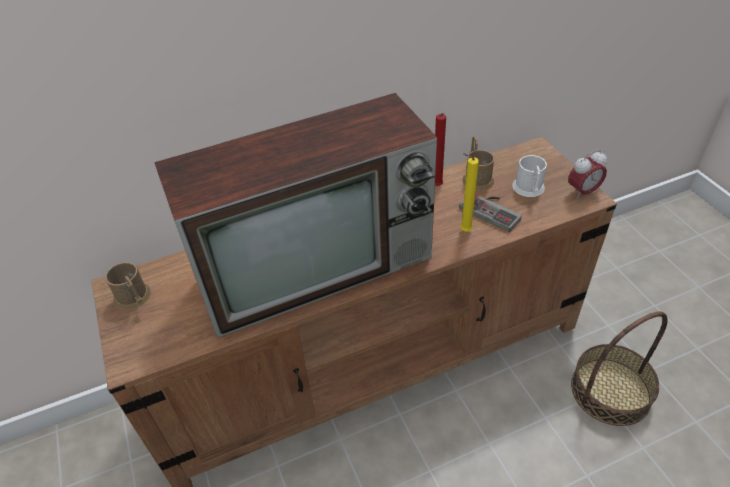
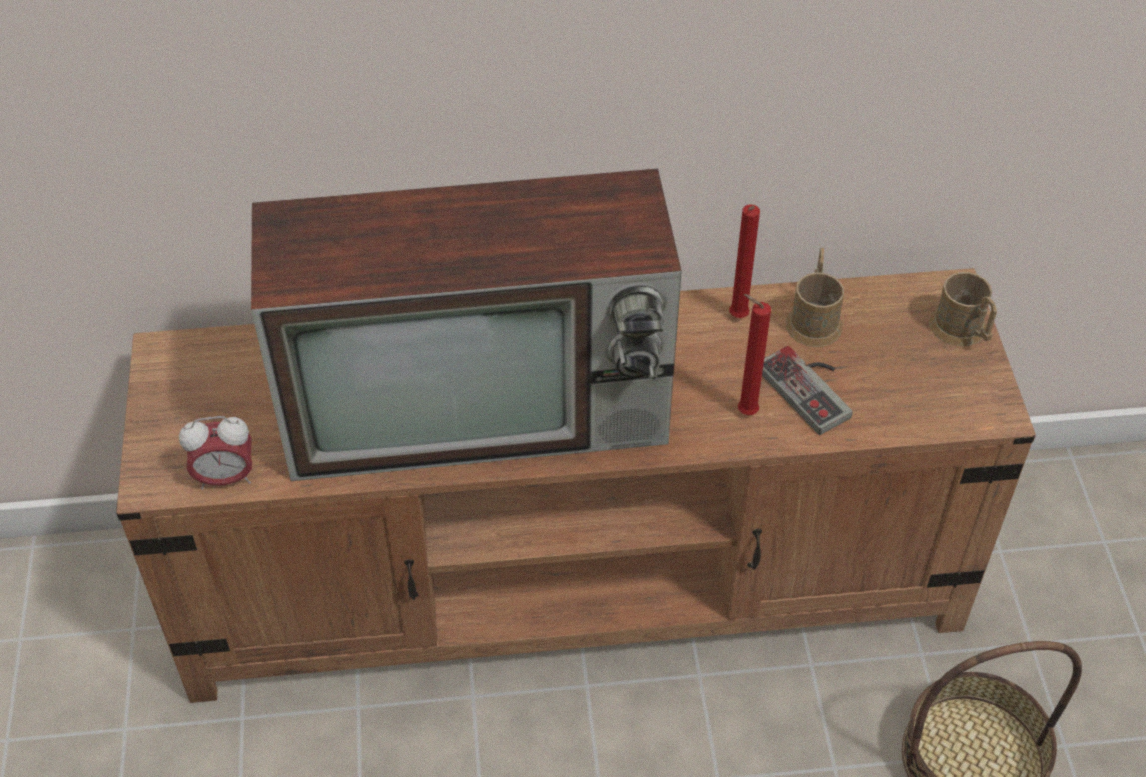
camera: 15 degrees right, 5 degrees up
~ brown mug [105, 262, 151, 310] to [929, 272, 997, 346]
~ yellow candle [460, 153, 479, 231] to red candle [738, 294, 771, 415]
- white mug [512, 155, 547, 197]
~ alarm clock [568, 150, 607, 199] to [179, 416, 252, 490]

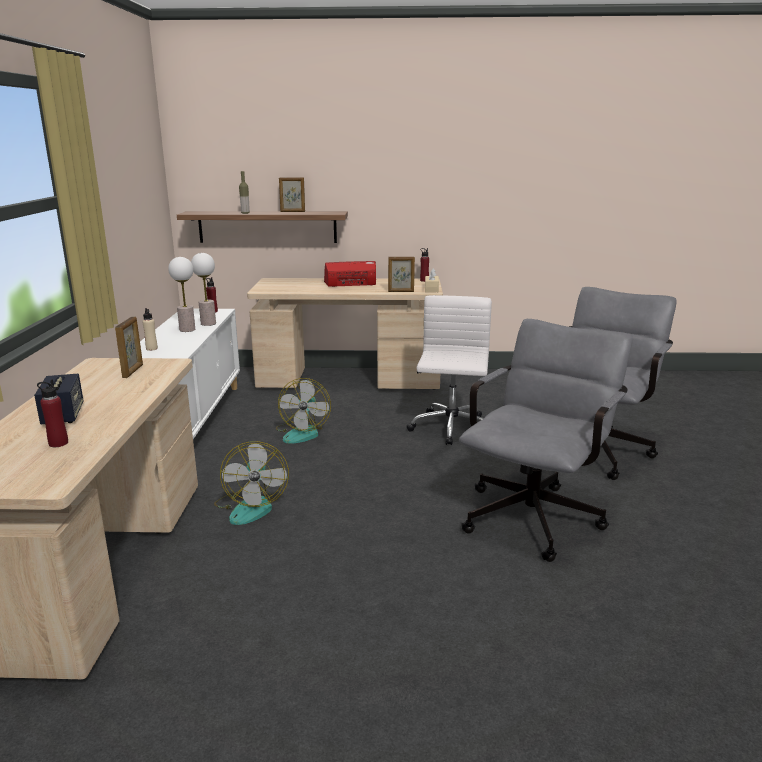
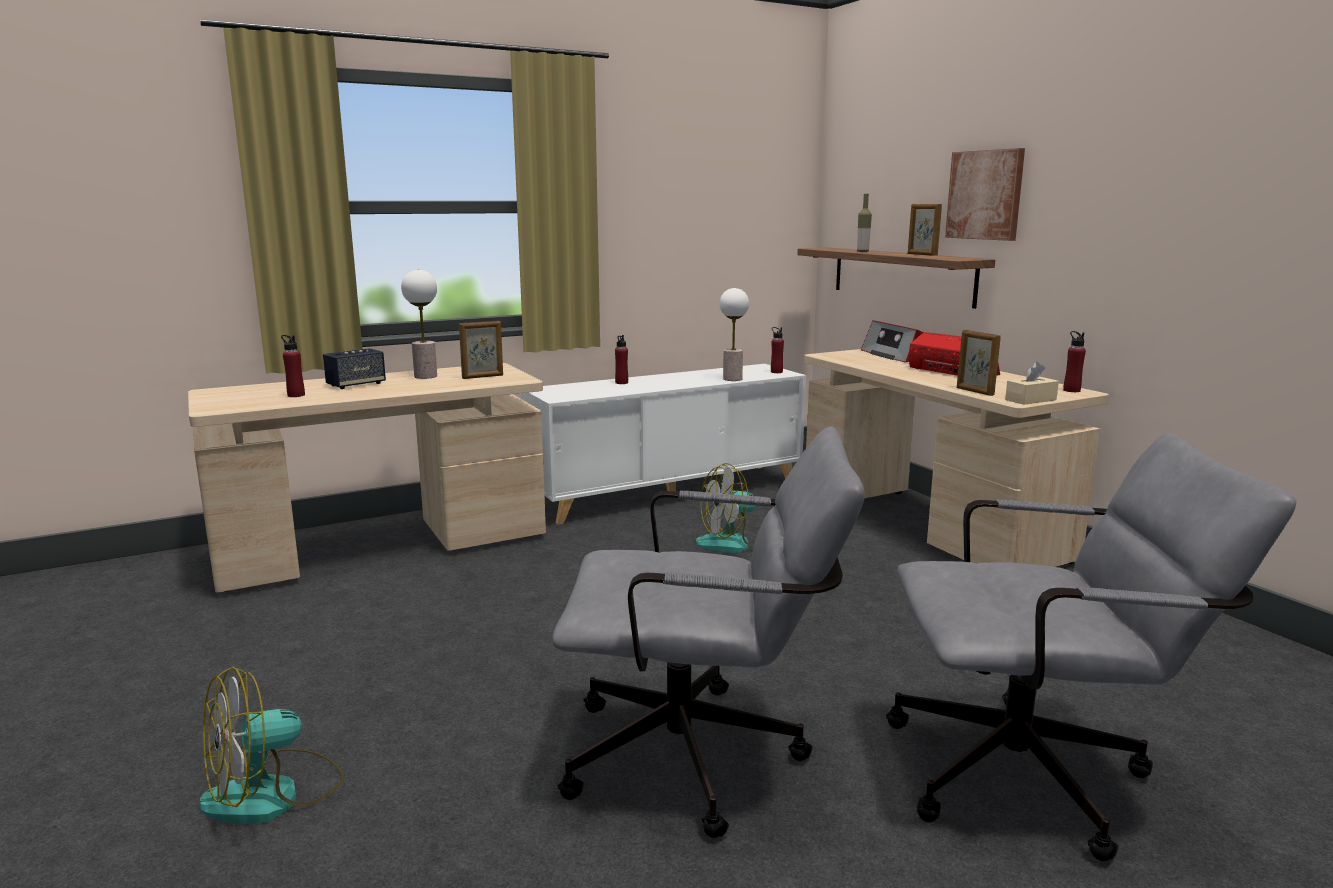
camera: 60 degrees right, 5 degrees down
~ beige bottle [142, 308, 158, 351] to red bottle [615, 335, 628, 384]
~ table lamp [168, 257, 195, 332] to [401, 270, 437, 379]
~ fan [214, 441, 289, 525] to [199, 667, 344, 824]
- white office chair [406, 295, 492, 445]
+ radio [861, 320, 924, 362]
+ picture [945, 148, 1025, 241]

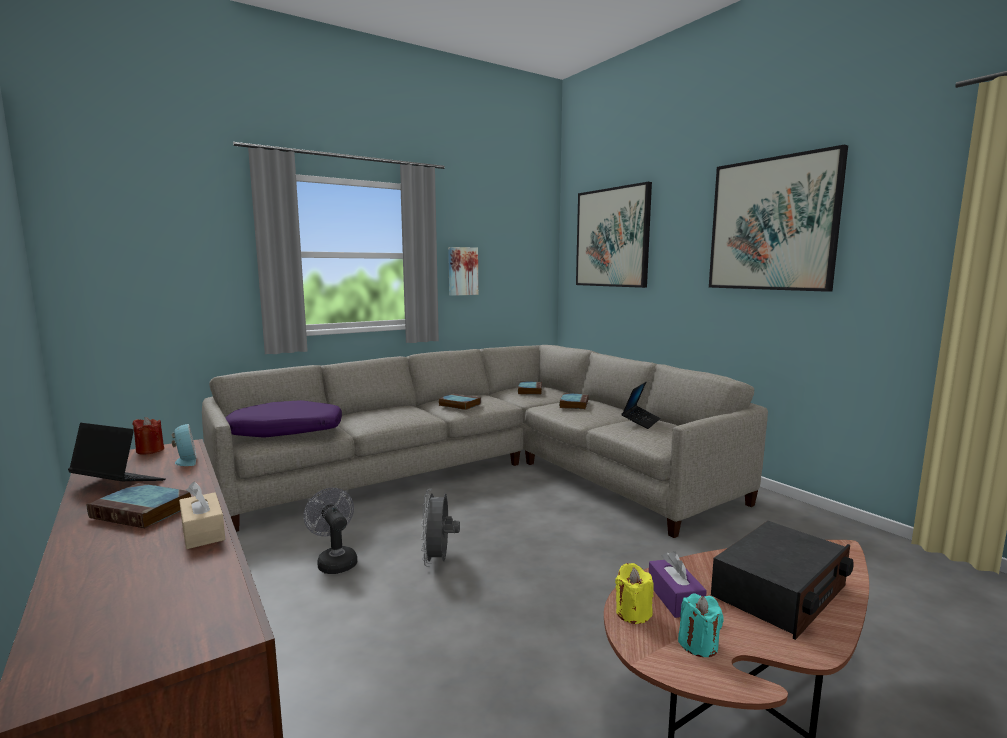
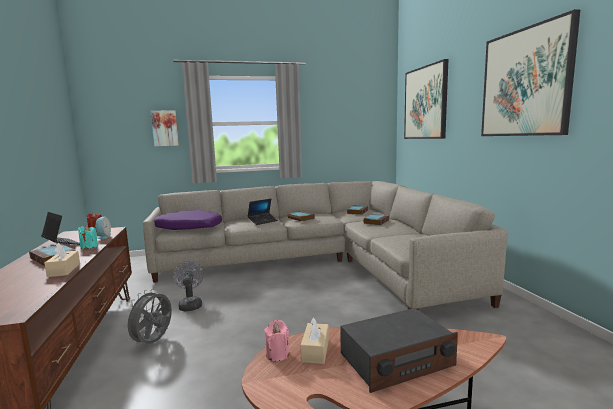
camera: 20 degrees right, 0 degrees up
~ grey fan [421, 489, 460, 567] to [123, 289, 172, 346]
~ picture [448, 247, 478, 296] to [151, 110, 179, 146]
~ yellow candle [615, 563, 654, 624] to pink candle [264, 320, 289, 361]
~ laptop [622, 382, 661, 429] to [248, 199, 278, 225]
~ purple tissue box [649, 551, 707, 618] to beige tissue box [301, 317, 329, 364]
~ turquoise candle [678, 593, 724, 657] to [78, 225, 98, 249]

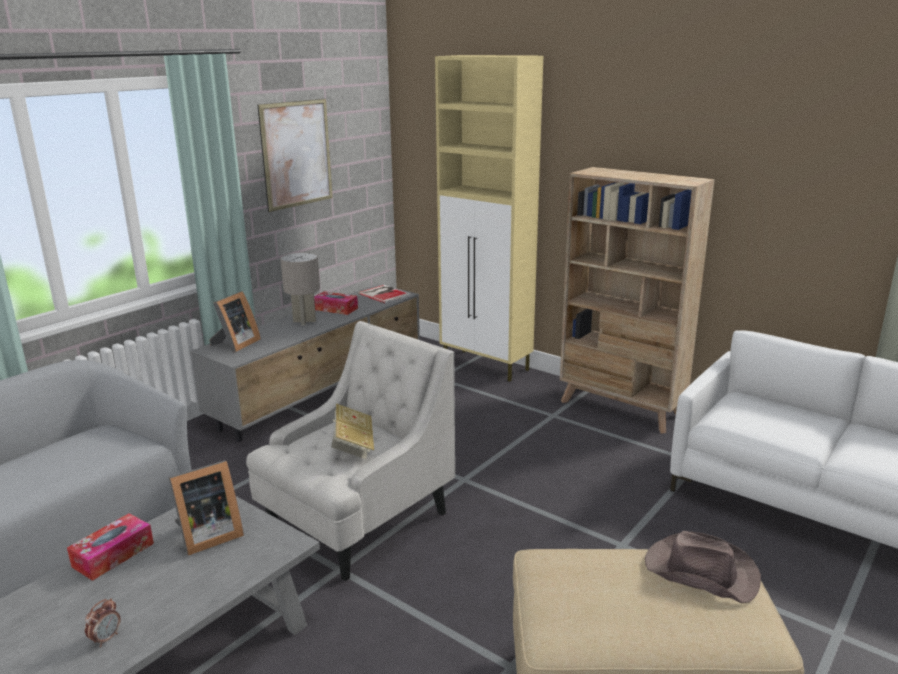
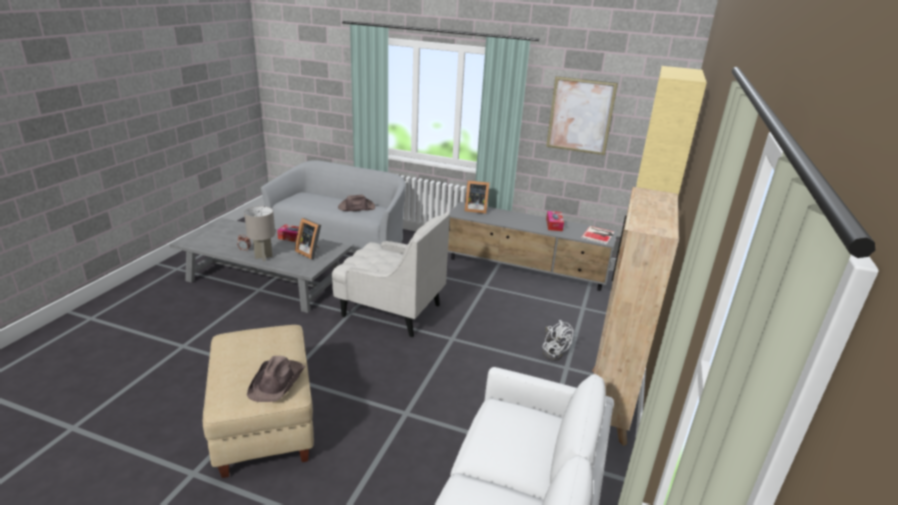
camera: 70 degrees right, 5 degrees up
~ grey table lamp [280, 252, 320, 326] to [244, 206, 275, 261]
- book [331, 403, 374, 459]
+ brown hat [338, 195, 375, 211]
+ white fan [543, 320, 574, 361]

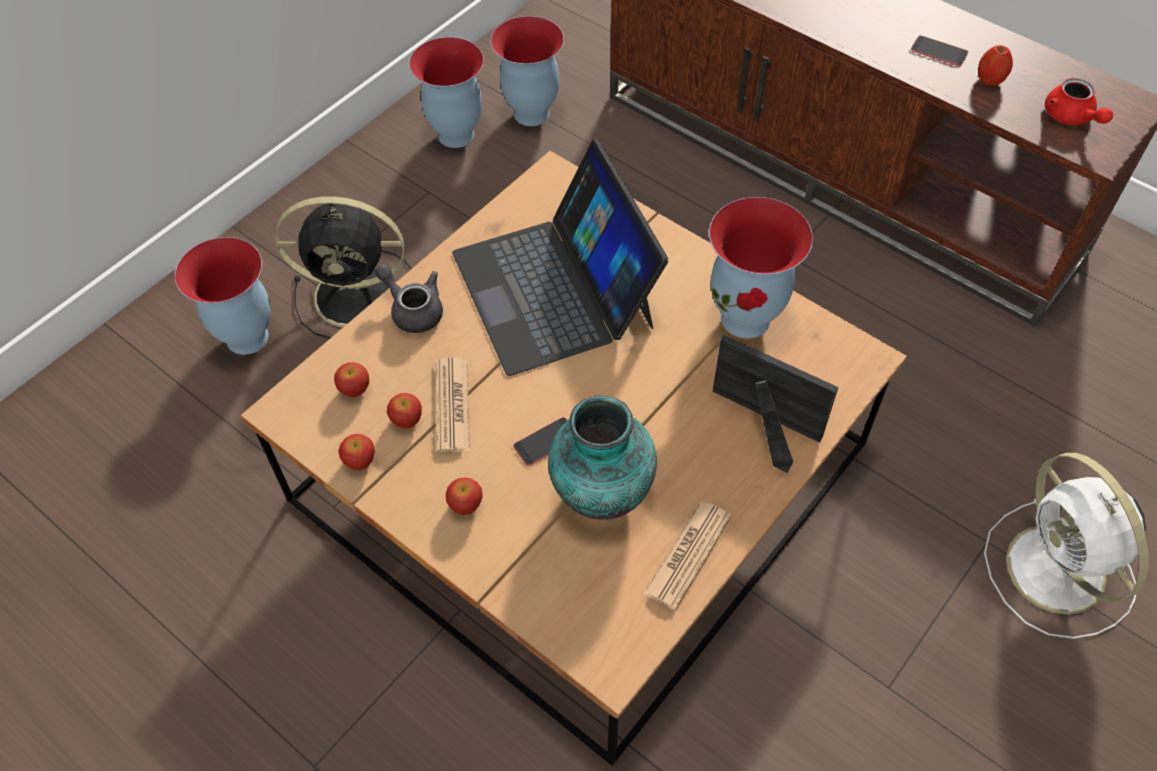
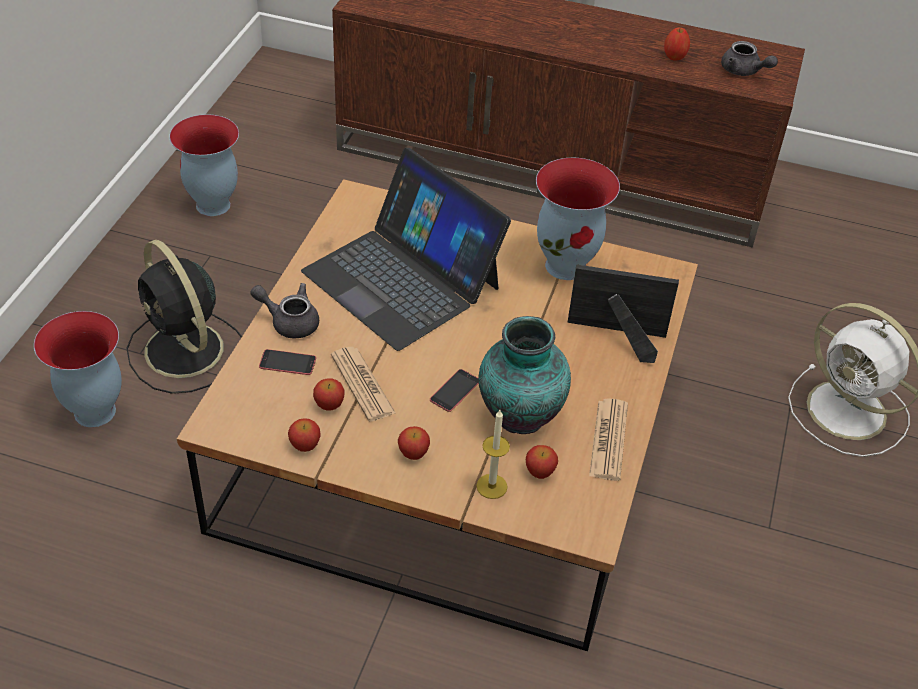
camera: 25 degrees left, 10 degrees down
~ black fan [275, 196, 412, 339] = [126, 240, 242, 394] 75 degrees clockwise
~ apple [334, 362, 369, 397] to [526, 445, 558, 479]
- vase [491, 16, 564, 126]
~ phone [911, 36, 968, 66] to [259, 349, 316, 375]
~ red teapot [1045, 78, 1113, 125] to grey teapot [721, 41, 778, 76]
+ candle [476, 410, 510, 499]

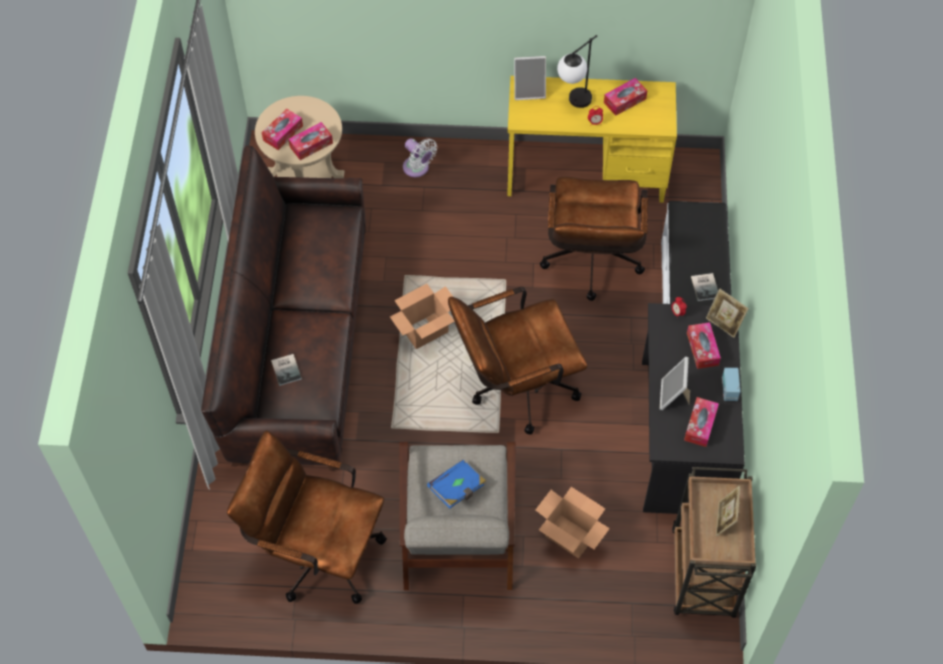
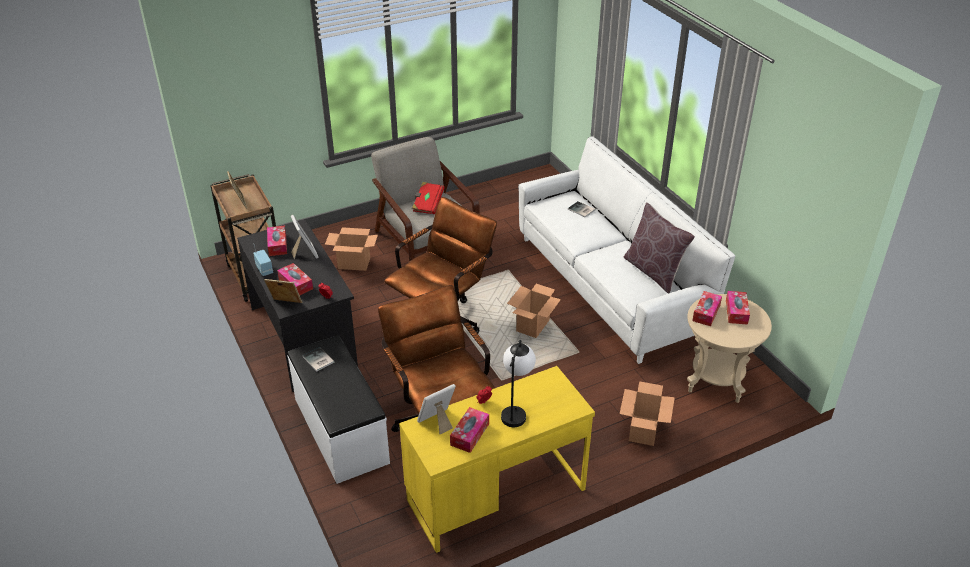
camera: 150 degrees right, 20 degrees down
~ brown sofa [201, 146, 366, 471] to white sofa [518, 136, 735, 364]
- brown office chair [227, 431, 387, 604]
~ white fan [403, 138, 437, 177] to cardboard box [620, 381, 675, 446]
~ blue book [427, 460, 486, 508] to red book [412, 182, 445, 214]
~ picture frame [514, 56, 546, 100] to [417, 384, 456, 434]
+ brown pillow [623, 202, 695, 294]

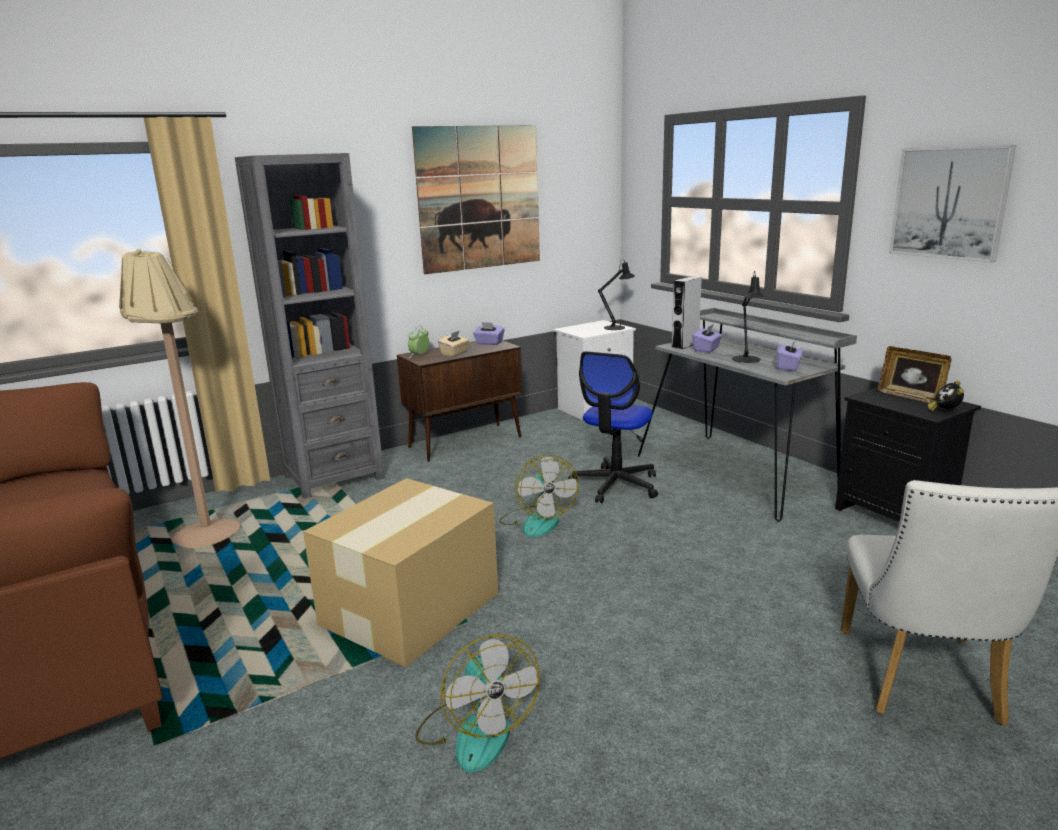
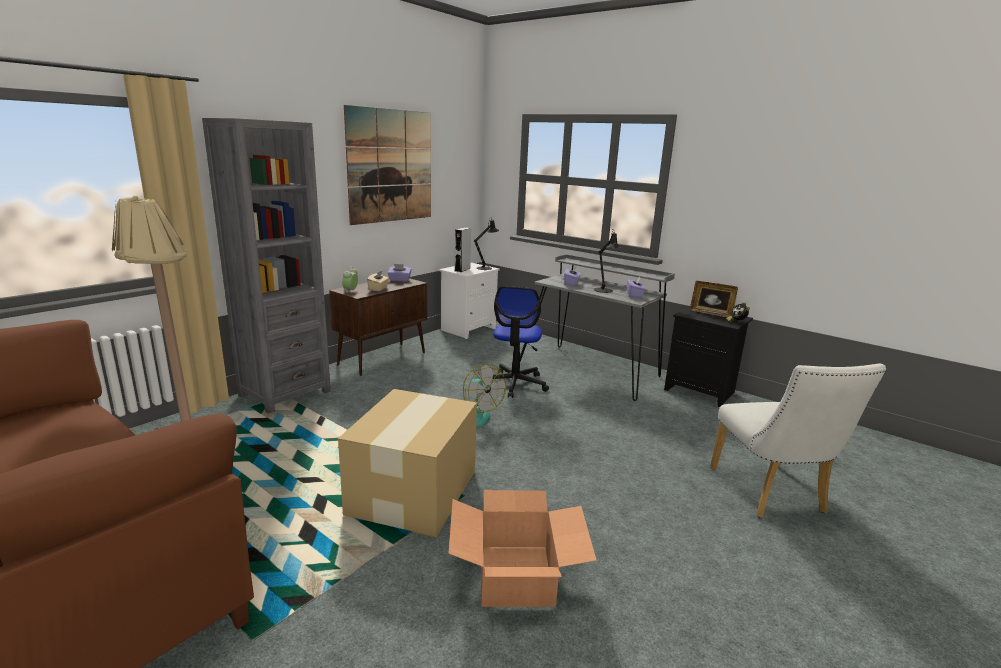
camera: 20 degrees left, 0 degrees up
~ fan [415, 635, 540, 772] to cardboard box [449, 490, 597, 607]
~ grey speaker [671, 276, 702, 349] to [455, 227, 471, 272]
- picture [889, 145, 1016, 262]

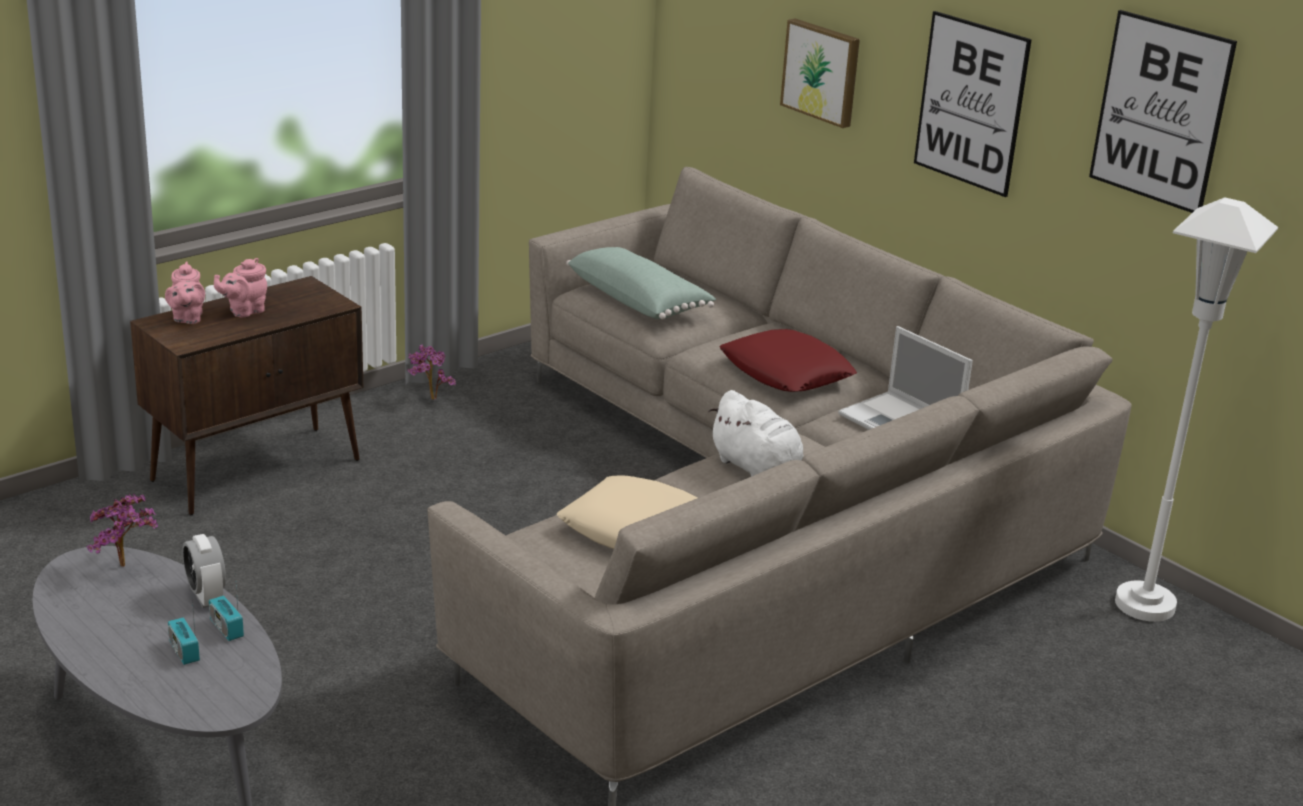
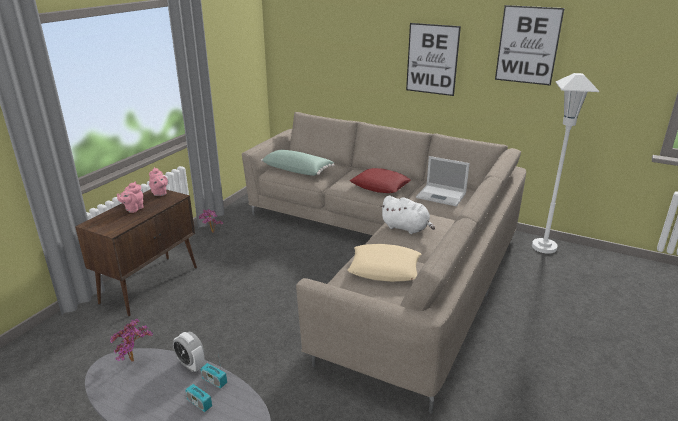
camera: 20 degrees left, 0 degrees up
~ pink teapot [165, 262, 205, 324] to [149, 167, 168, 196]
- picture [780, 18, 860, 128]

